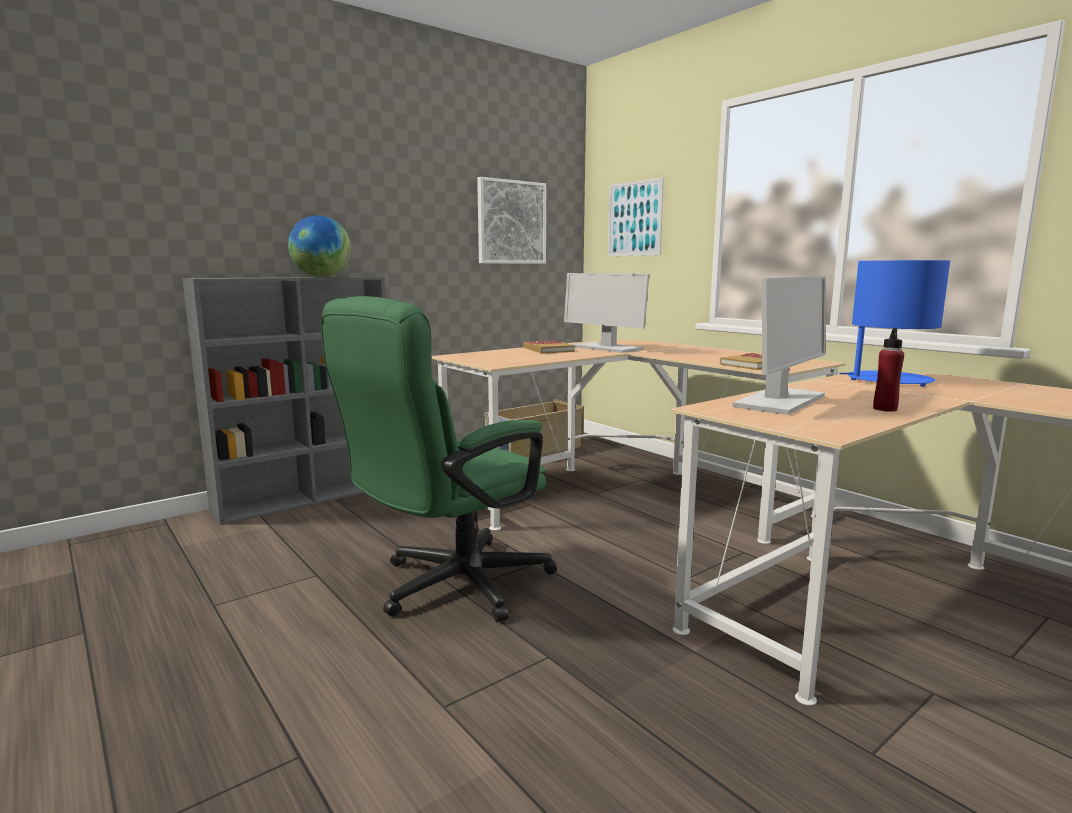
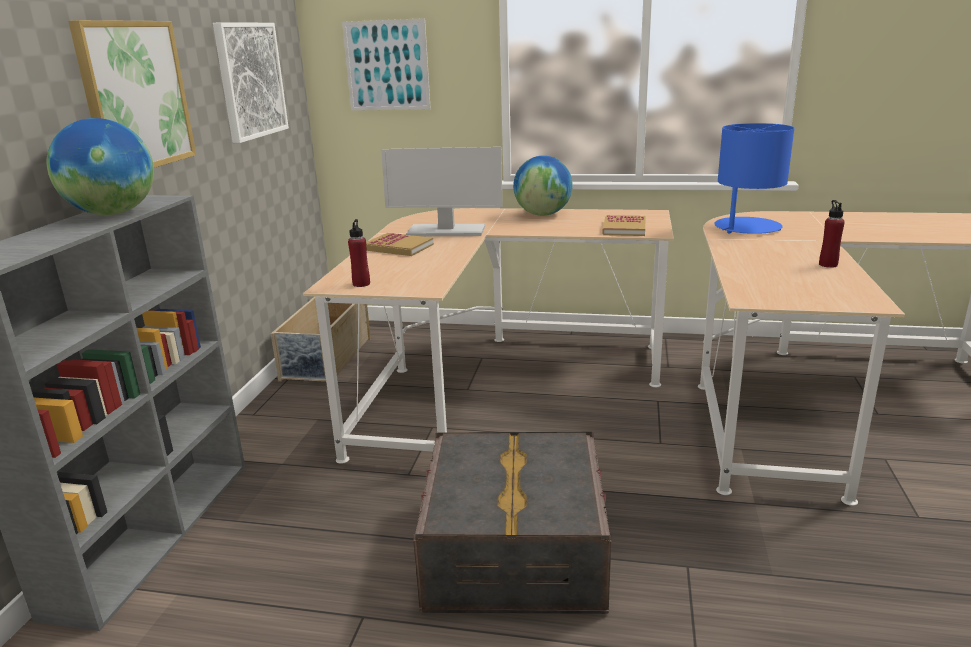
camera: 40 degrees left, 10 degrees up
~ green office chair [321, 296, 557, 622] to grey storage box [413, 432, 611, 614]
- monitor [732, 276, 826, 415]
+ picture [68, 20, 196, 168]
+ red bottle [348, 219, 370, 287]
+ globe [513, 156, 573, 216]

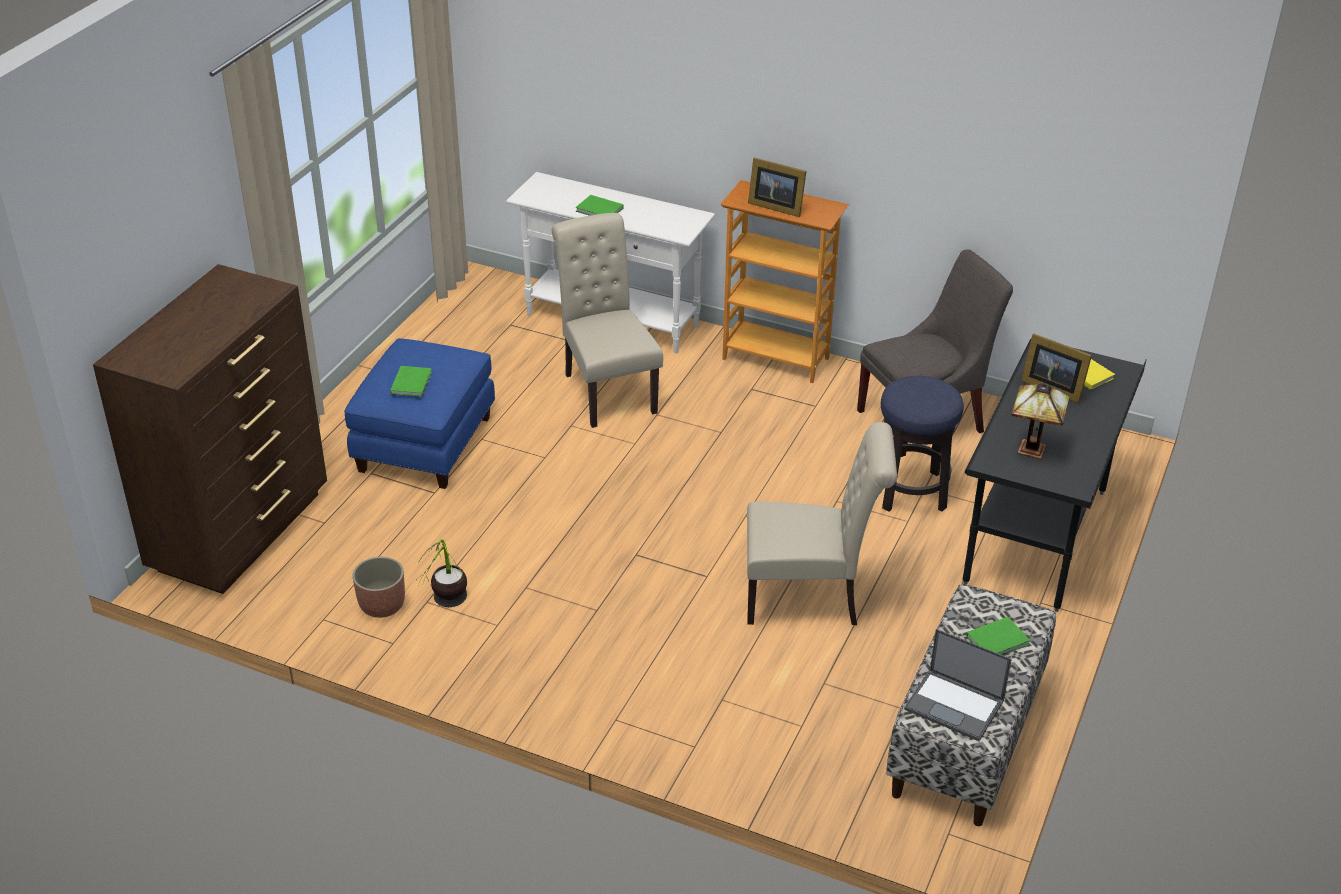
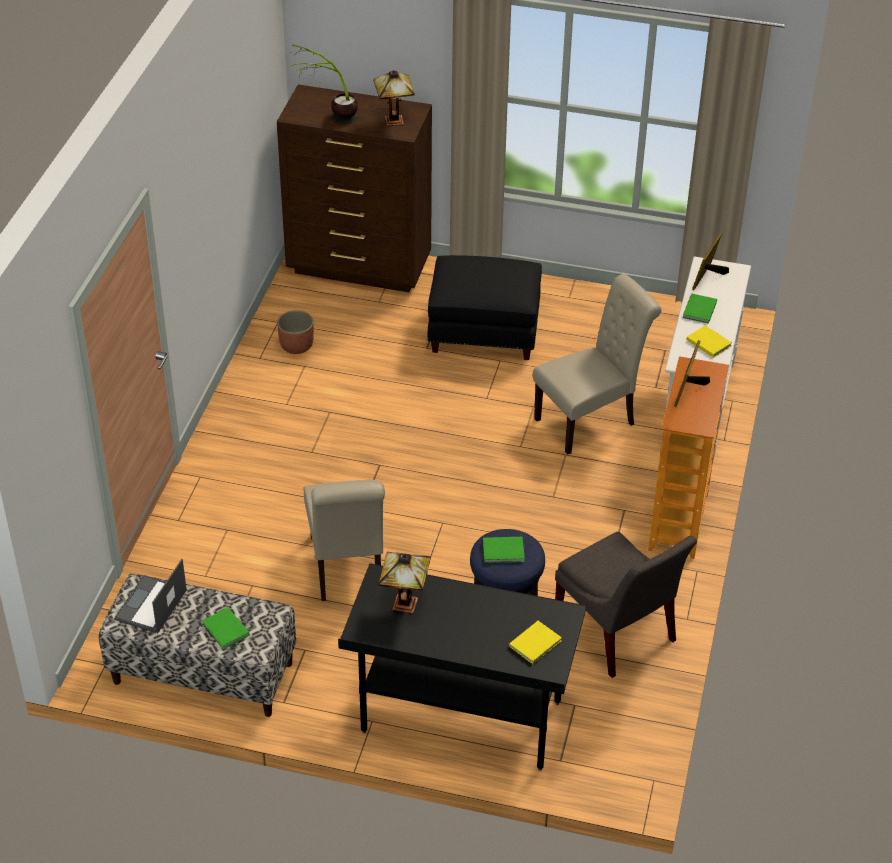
camera: 80 degrees right, 5 degrees up
~ blue ottoman [344, 338, 495, 489] to black ottoman [428, 255, 542, 360]
~ green book [390, 366, 432, 397] to [483, 537, 525, 563]
~ potted plant [417, 539, 467, 607] to [291, 45, 358, 124]
~ picture frame [1021, 333, 1092, 403] to [692, 233, 729, 290]
+ table lamp [373, 70, 415, 127]
+ yellow book [687, 325, 732, 358]

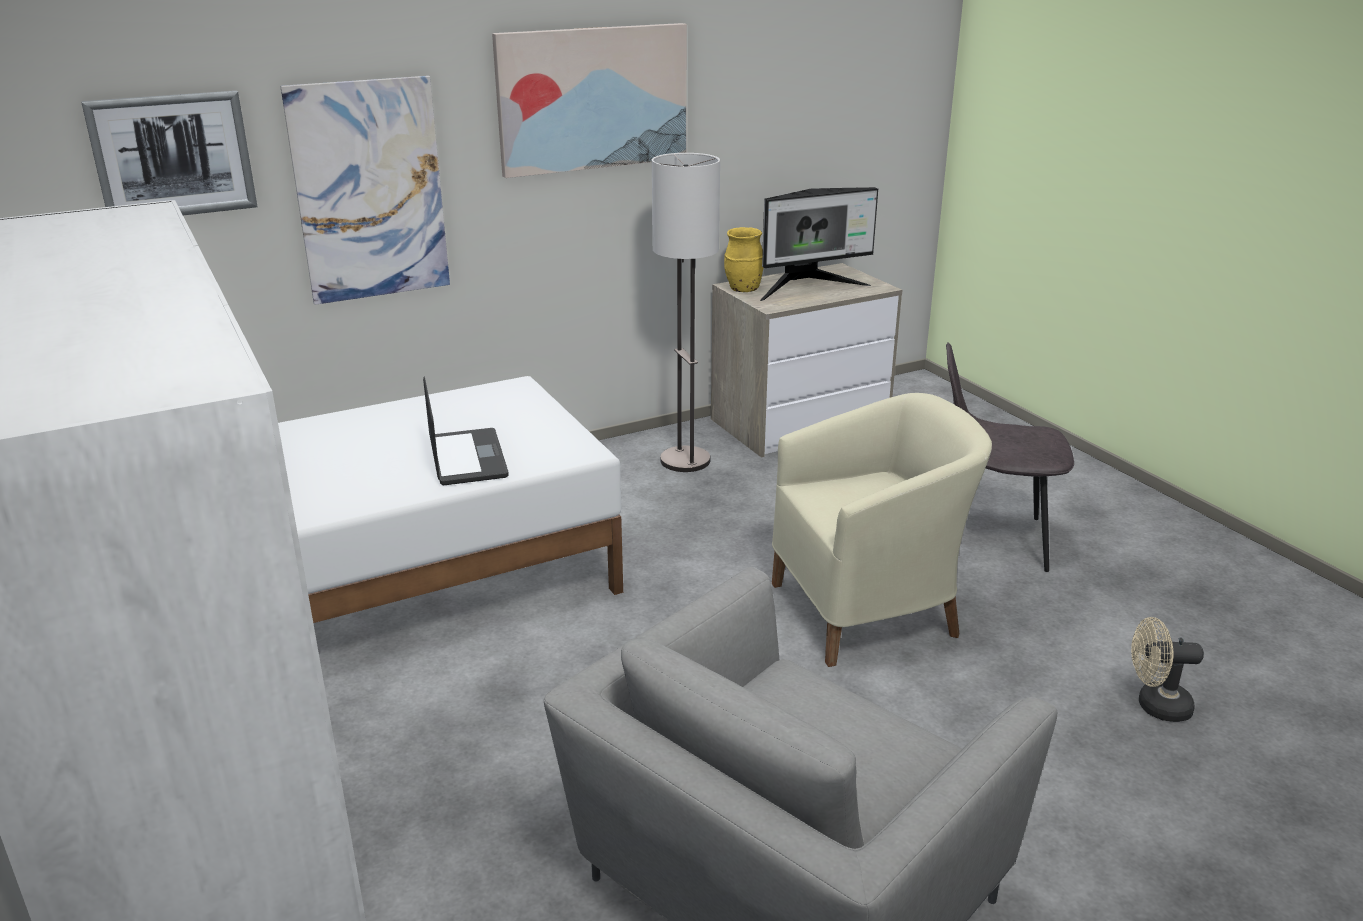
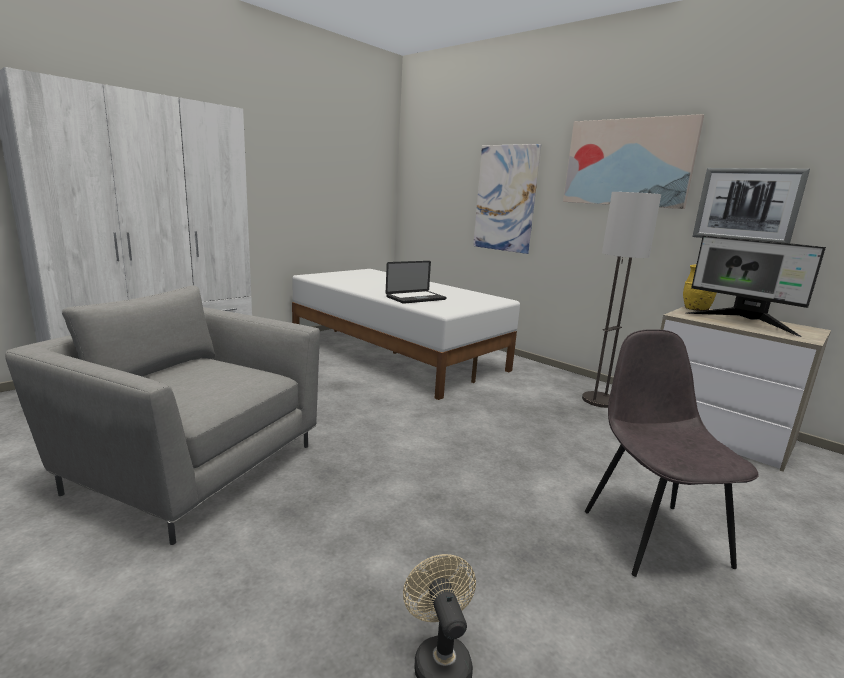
camera: 70 degrees right, 10 degrees down
~ picture [81, 91, 257, 215] to [692, 168, 810, 243]
- beige armchair [772, 393, 992, 667]

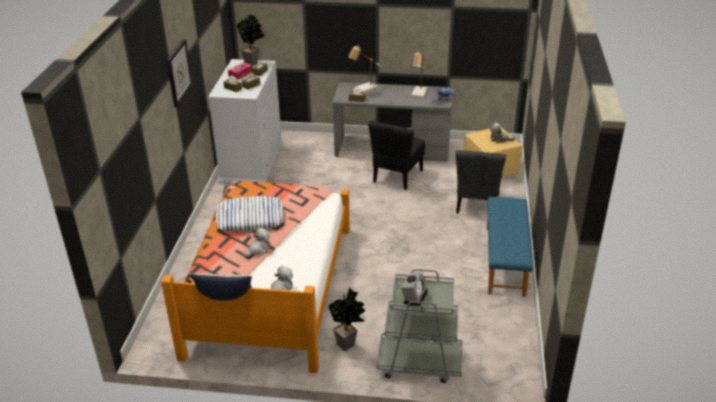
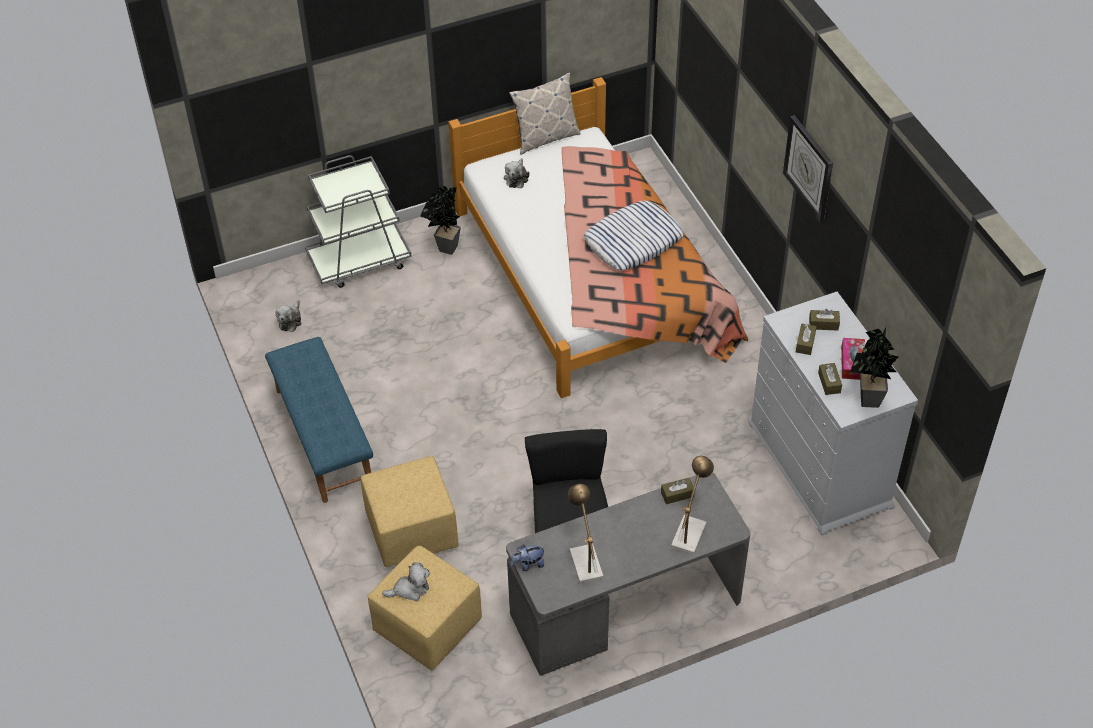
camera: 150 degrees right, 15 degrees up
~ plush toy [243, 228, 270, 257] to [275, 300, 301, 332]
- alarm clock [401, 272, 428, 306]
~ grey chair [456, 150, 506, 214] to yellow ottoman [361, 456, 459, 567]

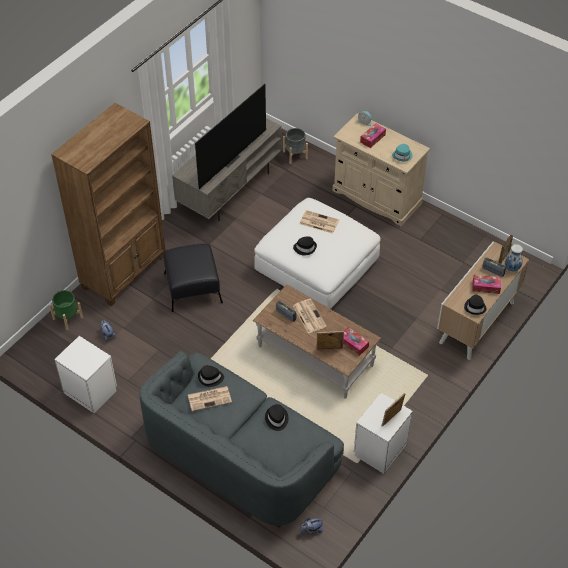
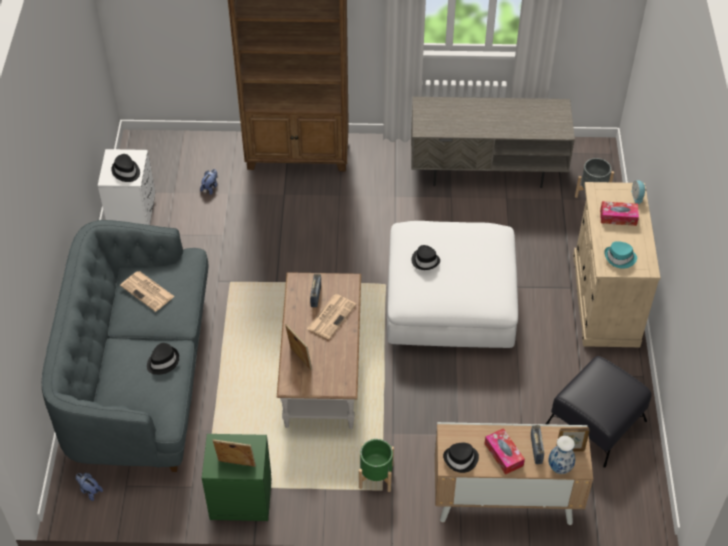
camera: 55 degrees right, 0 degrees up
~ green planter [49, 290, 83, 330] to [359, 439, 394, 492]
~ black ottoman [164, 243, 223, 312] to [546, 356, 652, 468]
- television [195, 84, 266, 189]
~ black hat [198, 365, 224, 387] to [111, 154, 140, 182]
- newspaper [300, 210, 339, 234]
- tissue box [343, 327, 369, 356]
~ white nightstand [354, 393, 413, 474] to green nightstand [202, 434, 271, 521]

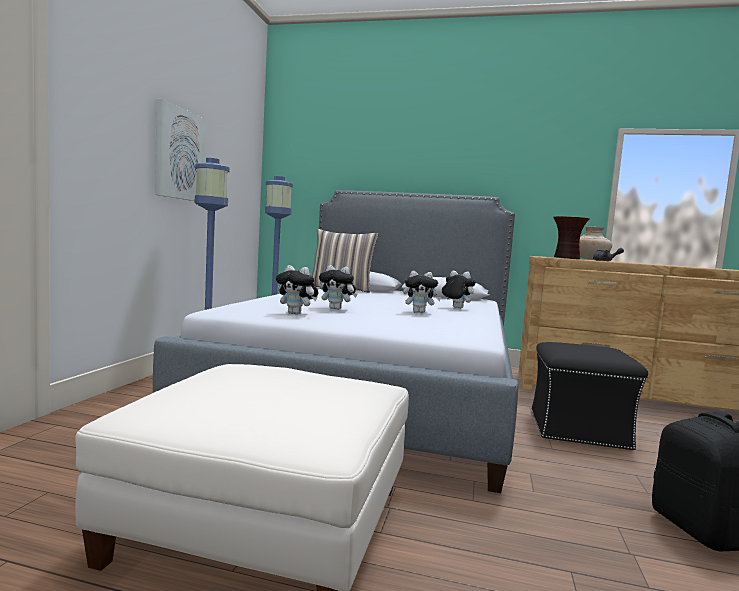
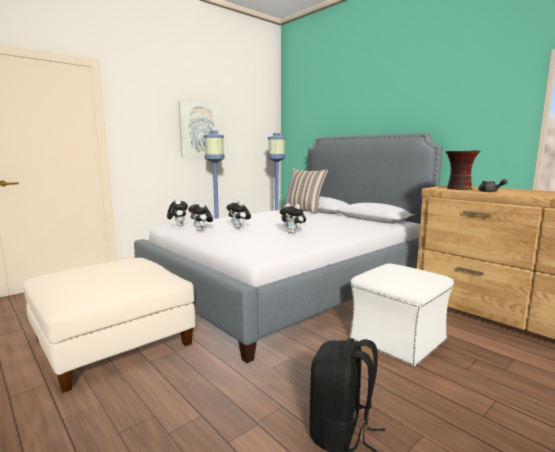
camera: 35 degrees right, 5 degrees up
~ plush toy [442, 270, 476, 309] to [167, 198, 188, 226]
~ black ottoman [531, 342, 648, 451] to white ottoman [349, 263, 454, 366]
- beige vase [579, 227, 612, 260]

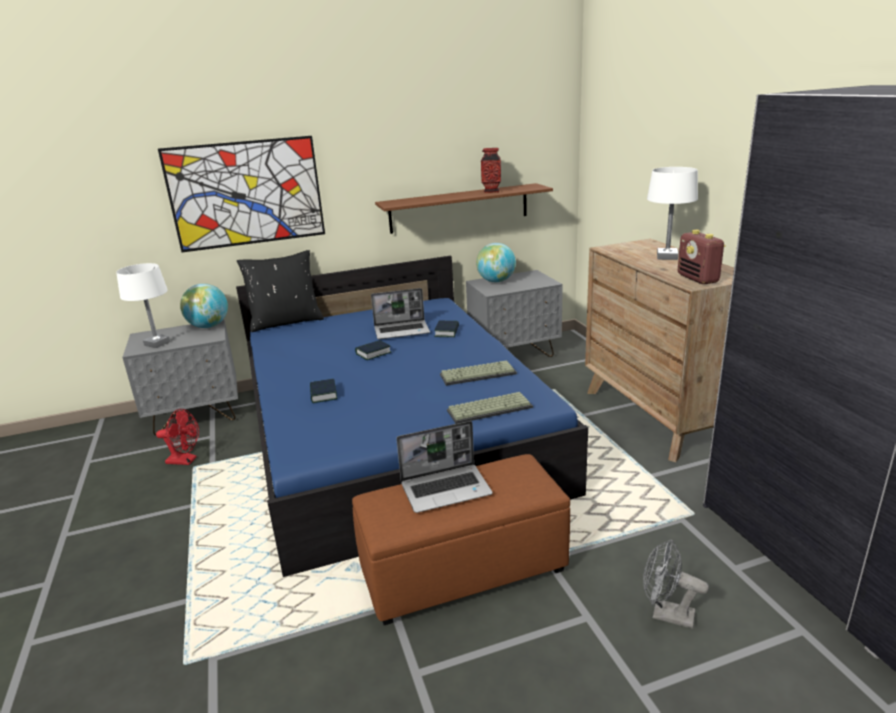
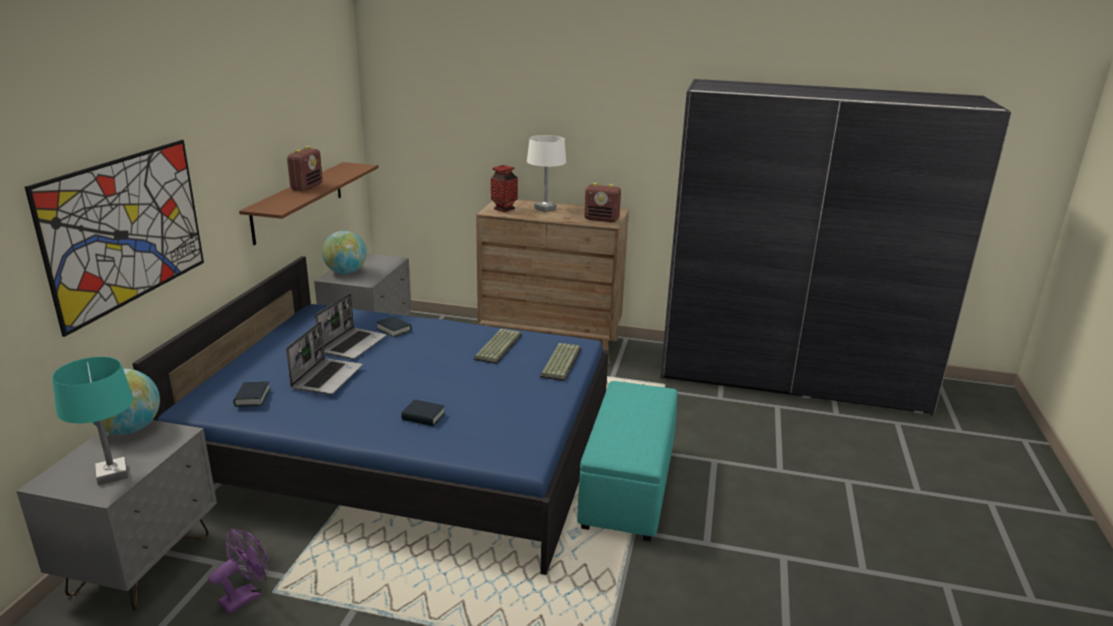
camera: 60 degrees left, 0 degrees up
~ white table lamp [116, 263, 170, 348] to turquoise table lamp [52, 357, 133, 485]
~ red fan [156, 409, 199, 465] to purple fan [208, 529, 269, 614]
- black pillow [237, 250, 324, 332]
~ brown ottoman [352, 454, 570, 625] to turquoise ottoman [577, 381, 678, 542]
~ book [355, 340, 391, 360] to [233, 382, 271, 407]
~ laptop [397, 421, 493, 513] to [286, 322, 363, 394]
~ vase [481, 148, 501, 193] to [491, 165, 518, 212]
- grey fan [643, 539, 709, 629]
+ radio [287, 146, 323, 191]

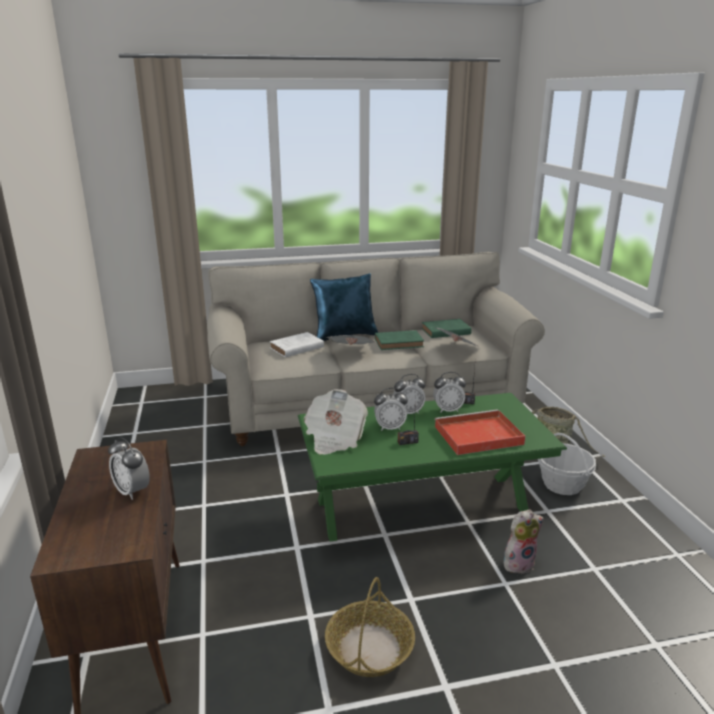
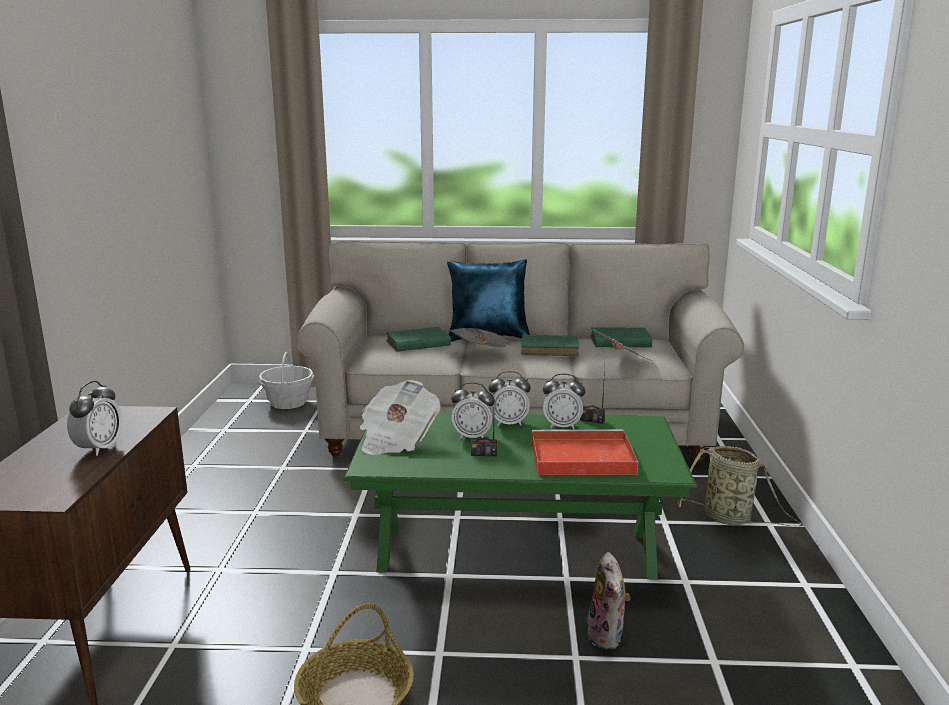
camera: 15 degrees right, 5 degrees down
~ alarm clock [108, 437, 150, 500] = [67, 381, 122, 456] 135 degrees counterclockwise
~ white book [270, 332, 324, 357] to green book [386, 327, 451, 352]
~ plush toy [504, 509, 544, 573] = [585, 552, 631, 649] 90 degrees clockwise
~ basket [538, 433, 596, 495] to [259, 352, 314, 409]

